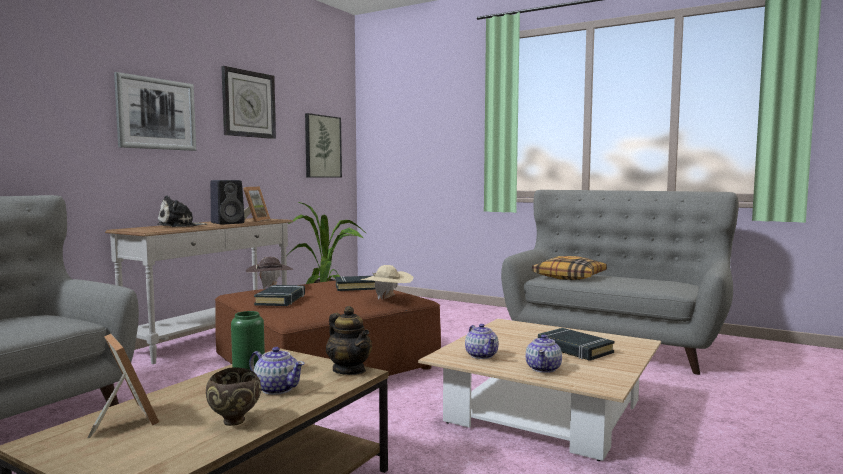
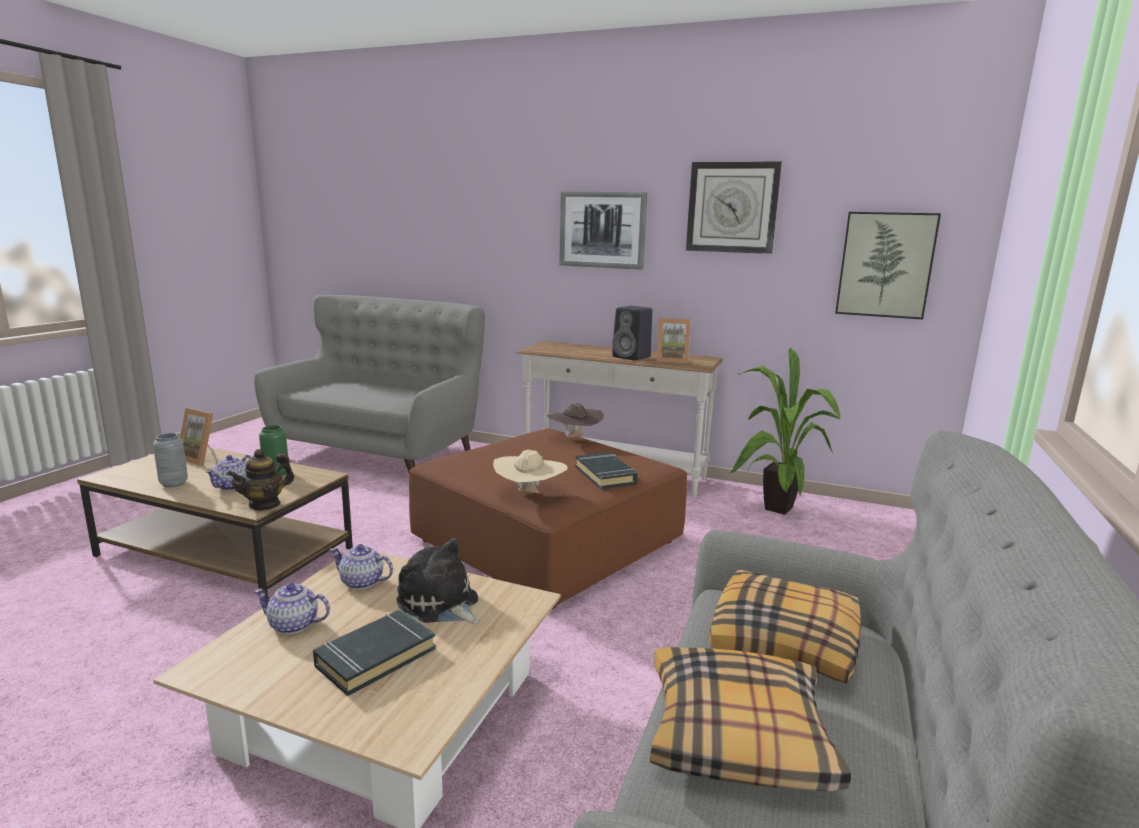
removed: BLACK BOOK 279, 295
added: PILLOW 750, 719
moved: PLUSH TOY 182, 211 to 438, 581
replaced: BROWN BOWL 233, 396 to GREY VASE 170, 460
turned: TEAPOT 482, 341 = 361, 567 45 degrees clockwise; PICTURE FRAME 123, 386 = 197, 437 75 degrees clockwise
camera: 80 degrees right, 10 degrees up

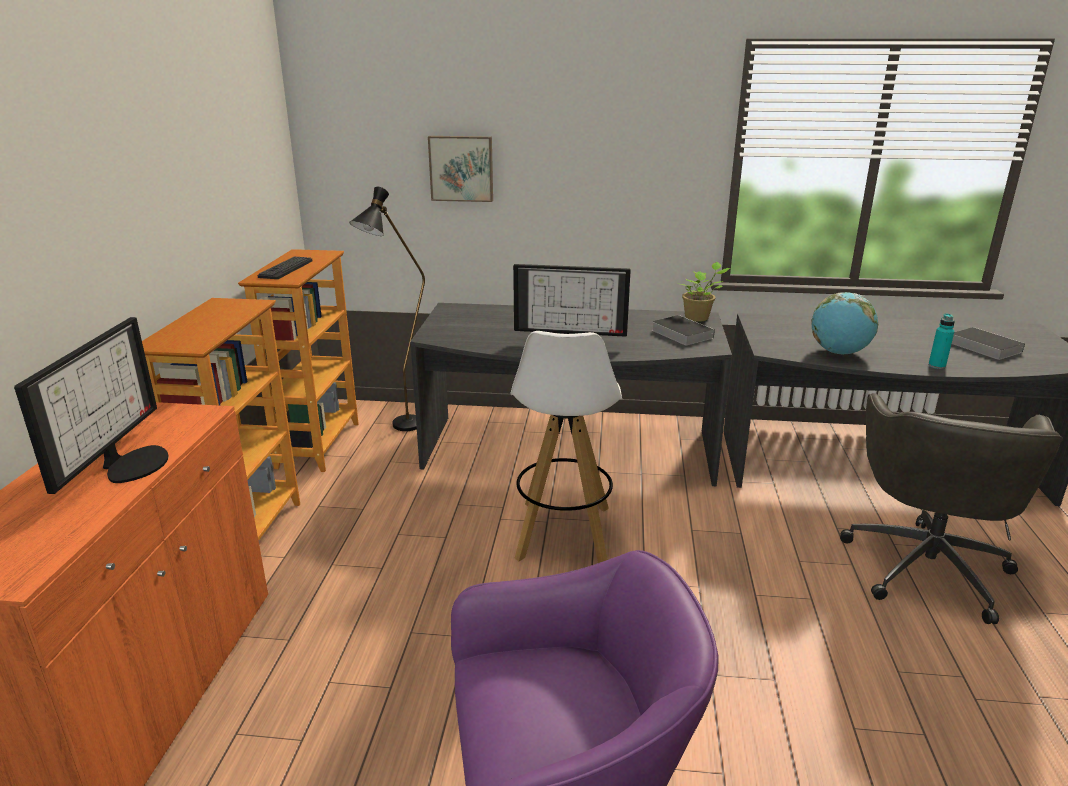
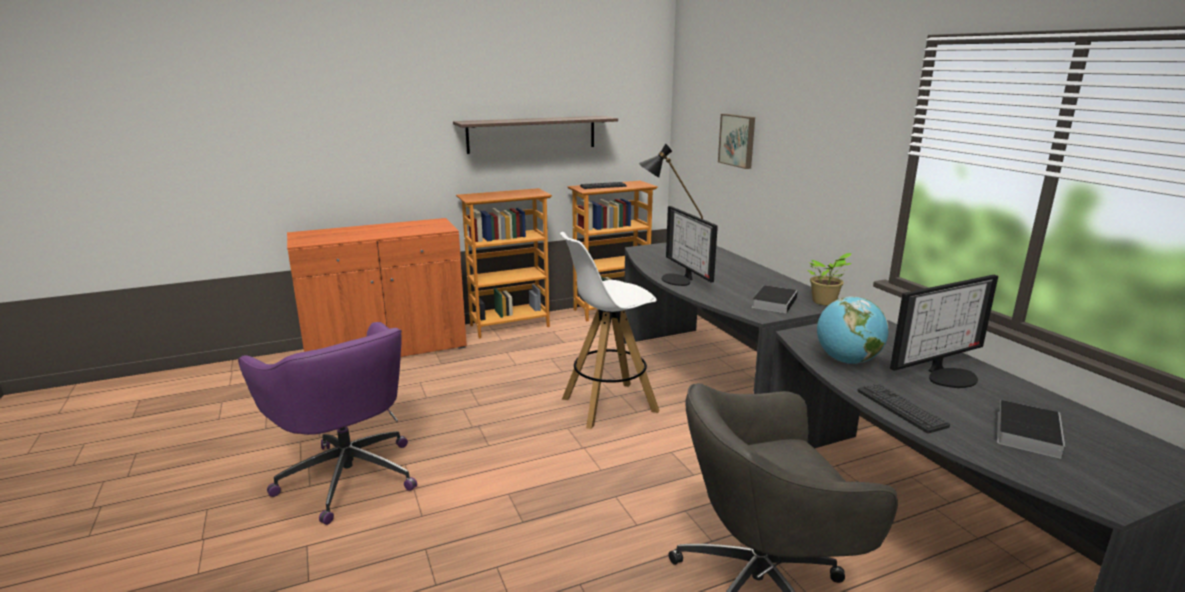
added: SHELF 535, 135
moved: MONITOR 91, 405 to 944, 331
replaced: TURQUOISE BOTTLE 941, 341 to KEYBOARD 903, 408
camera: 60 degrees right, 5 degrees down

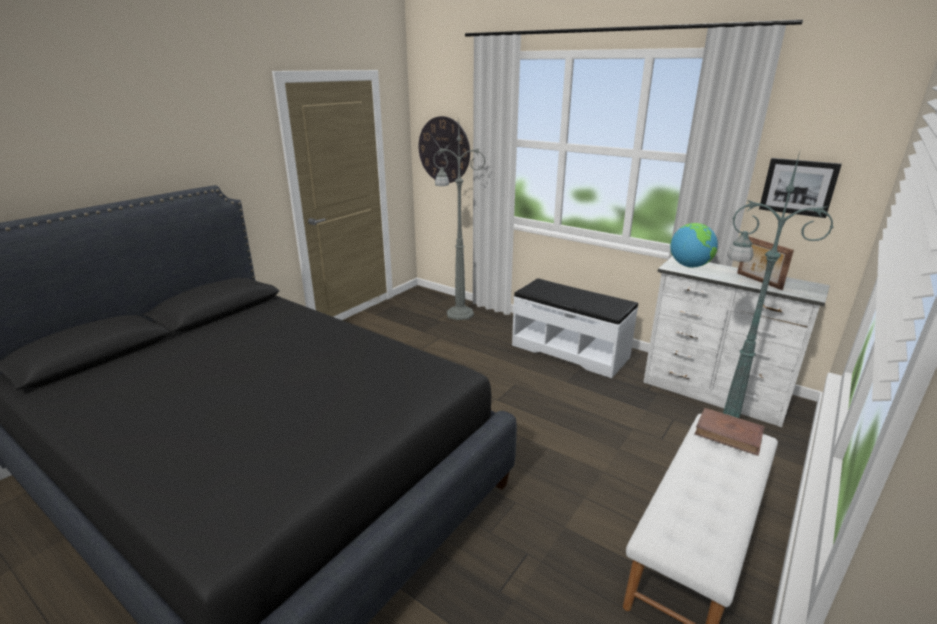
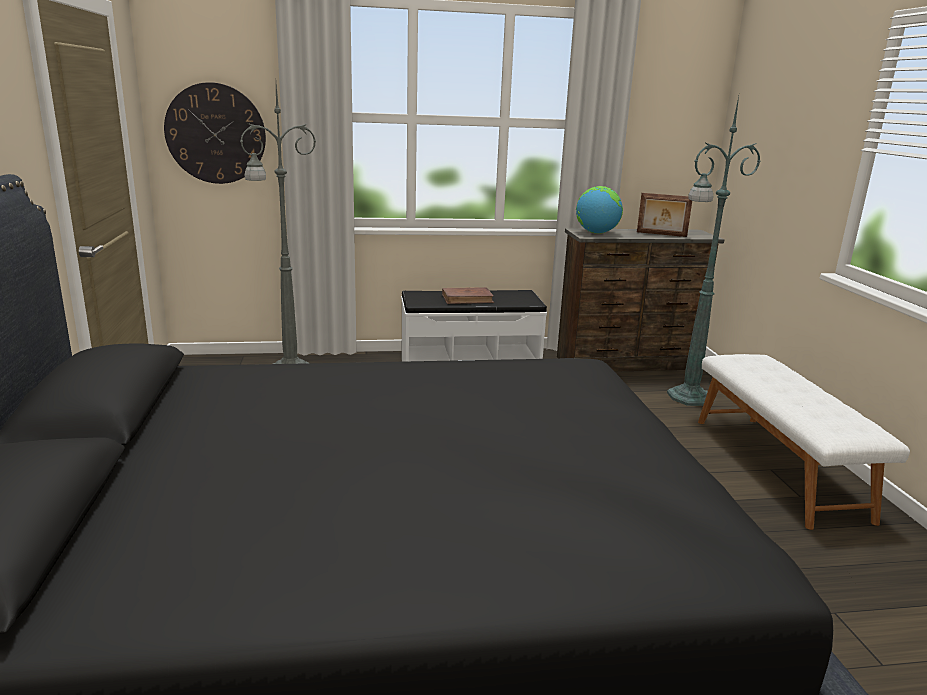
removed: PICTURE 800, 188
moved: BROWN BOOK 730, 432 to 468, 295
recoloured: WHITE DRESSER 736, 341 to BROWN DRESSER 640, 300
camera: 45 degrees left, 5 degrees down

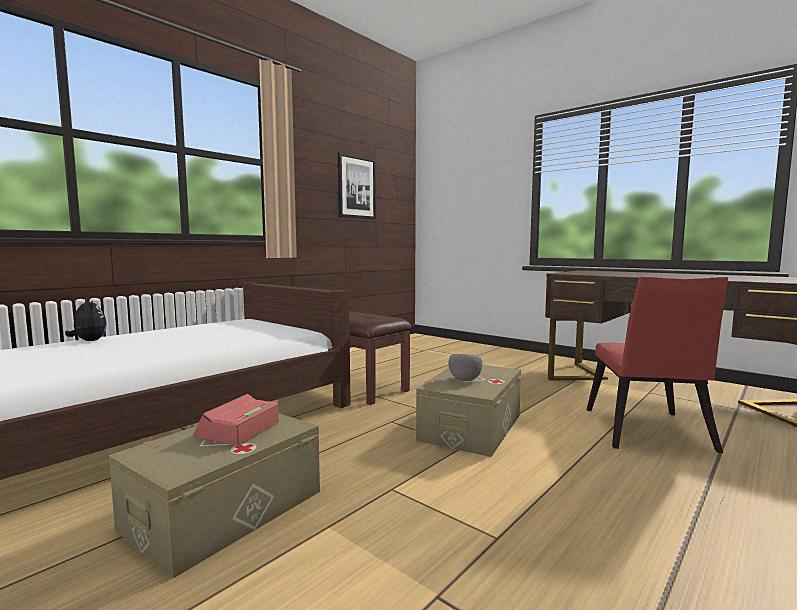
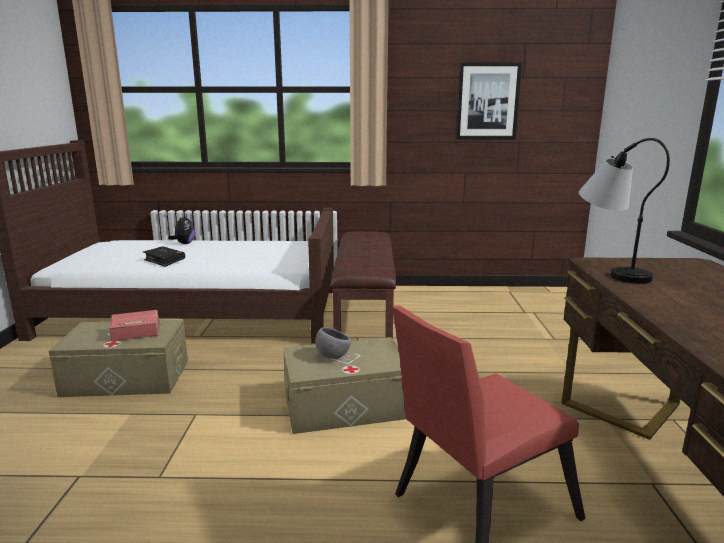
added: TABLE LAMP 624, 211; BLACK BOOK 164, 256
camera: 50 degrees right, 10 degrees up

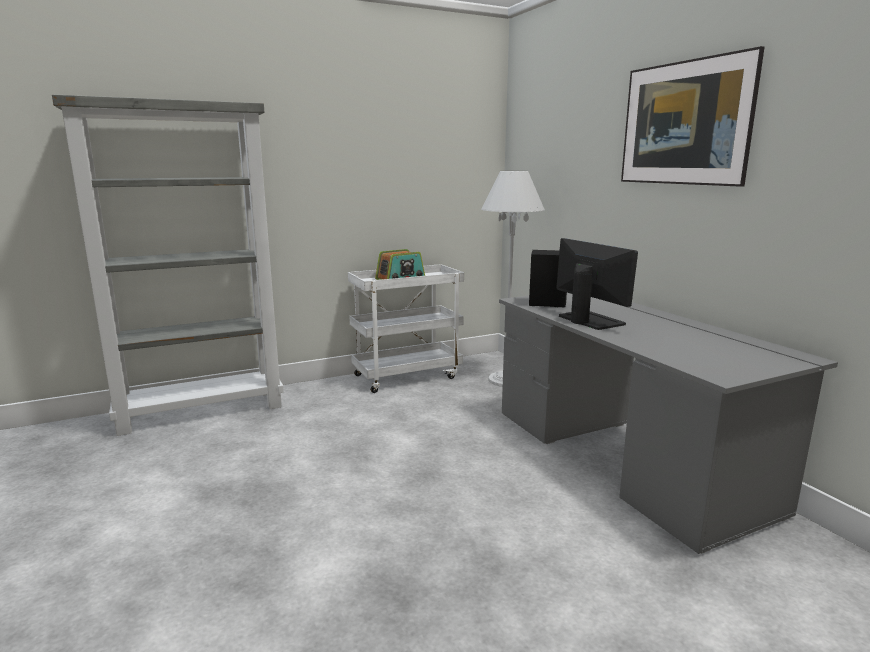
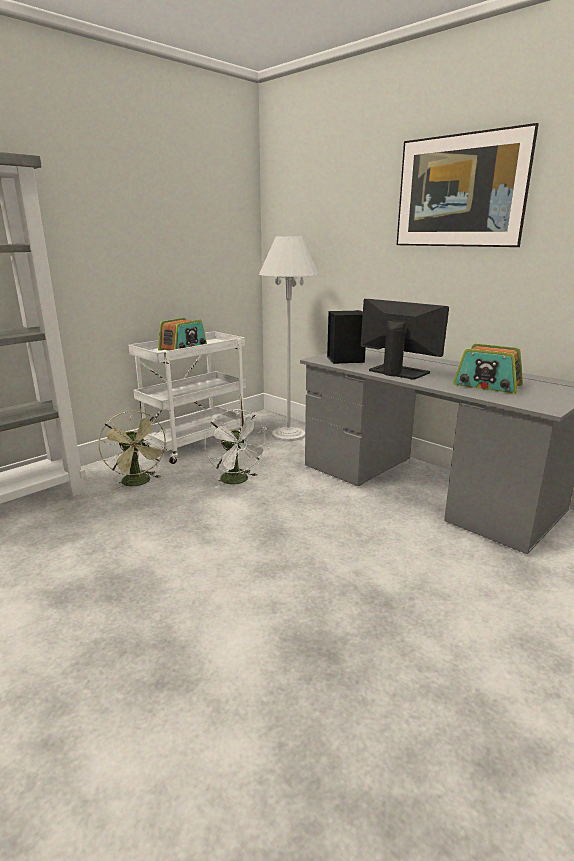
added: RADIO 488, 368; WHITE FAN 236, 448; GREEN FAN 132, 450
camera: 20 degrees left, 5 degrees up

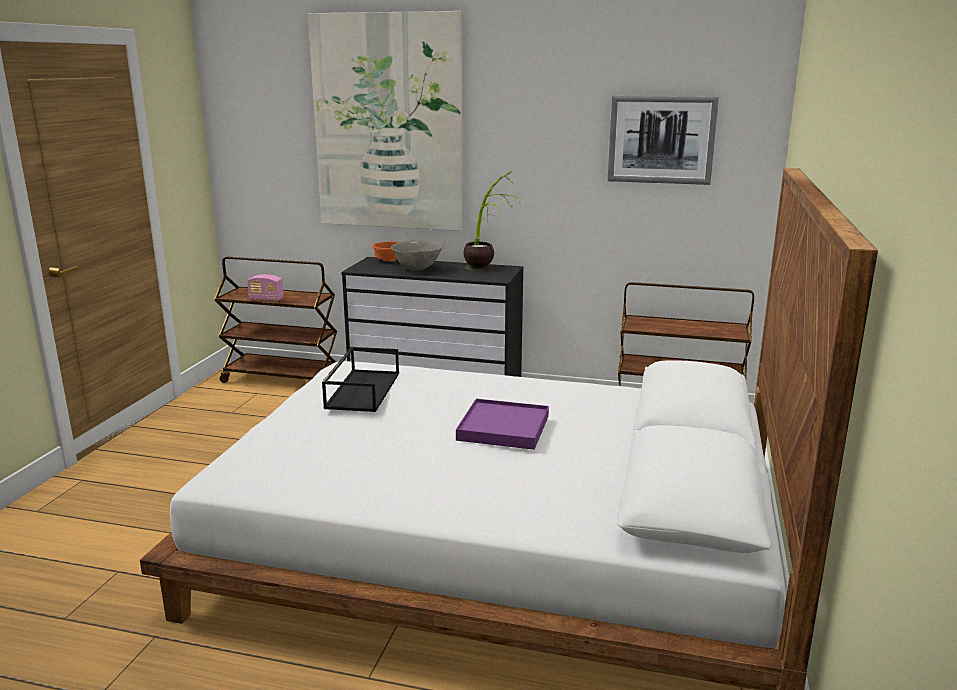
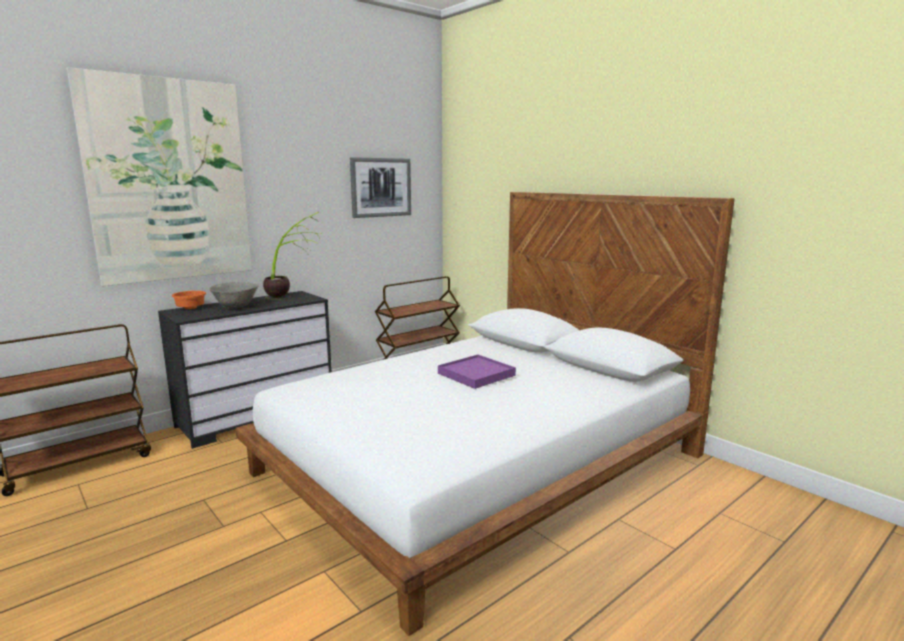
removed: RADIO 265, 287; BLACK TRAY 360, 379
camera: 55 degrees left, 5 degrees down

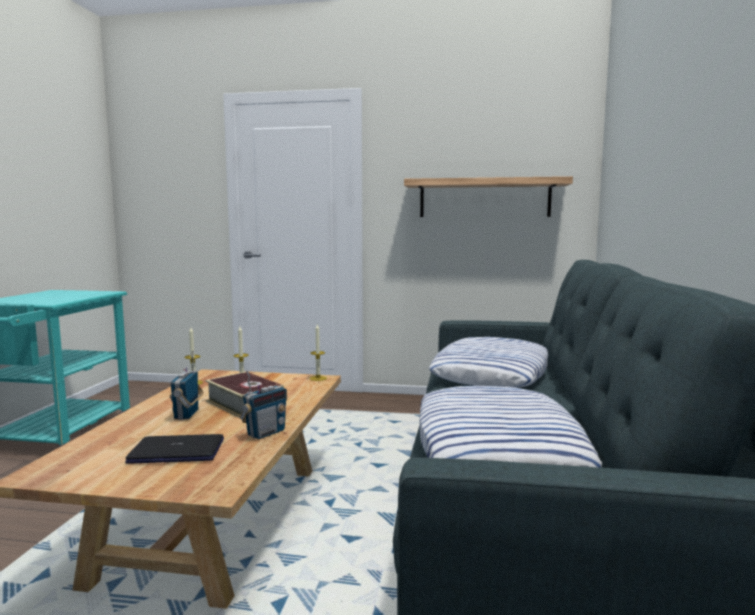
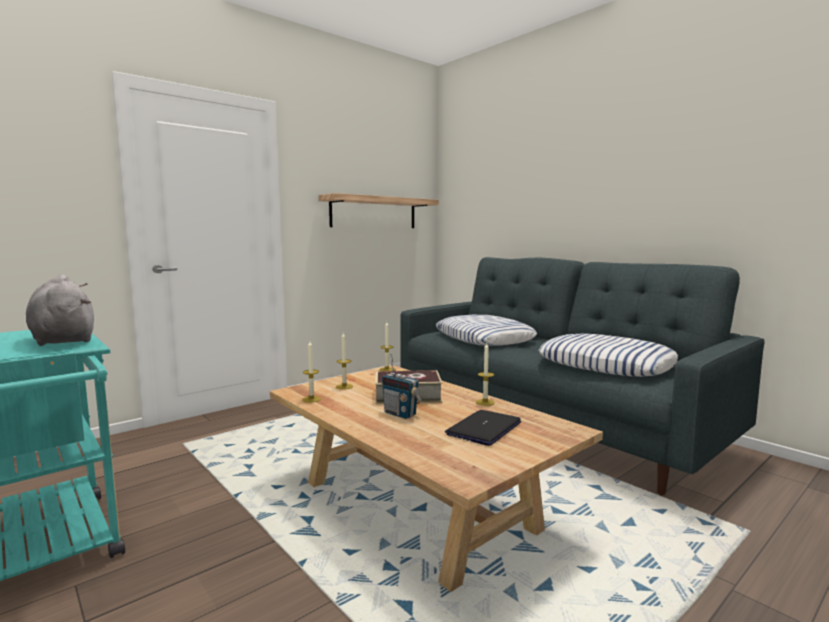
added: GREY PLUSH TOY 60, 310
replaced: RADIO 263, 404 to CANDLE 485, 374
camera: 50 degrees left, 0 degrees up

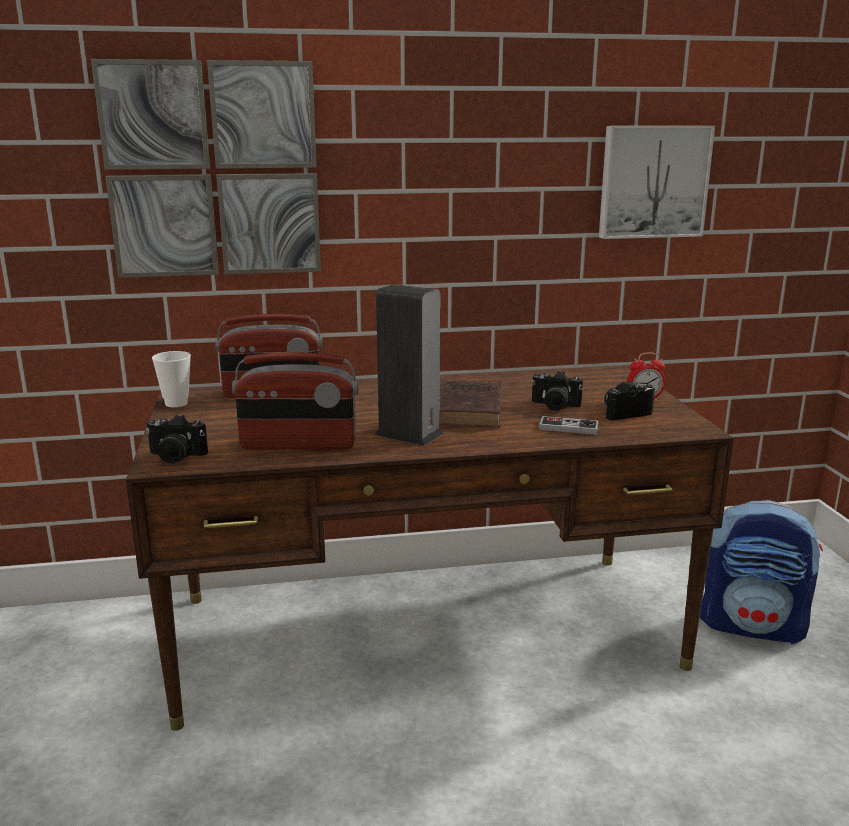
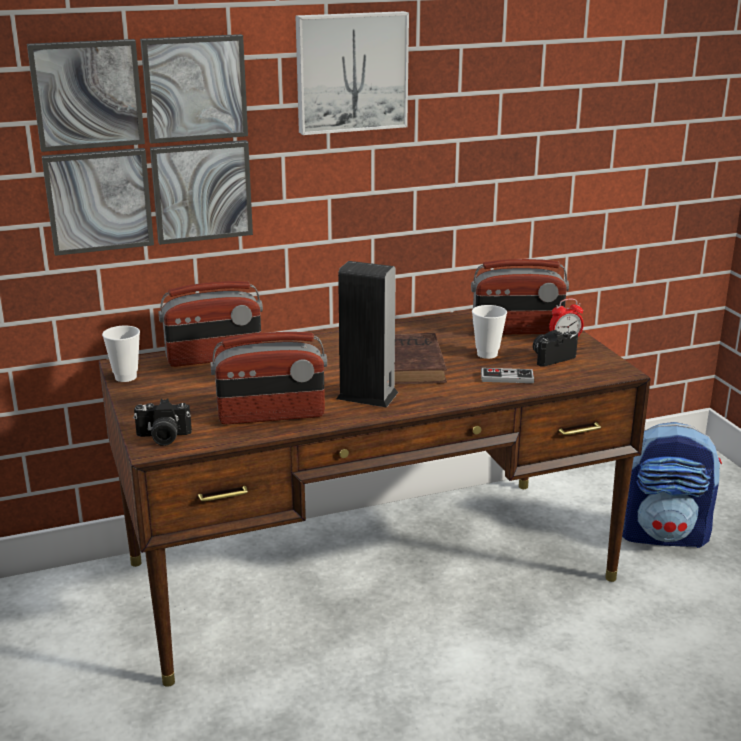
added: RADIO 520, 297
moved: PICTURE 657, 182 to 352, 73
replaced: PHOTO CAMERA 557, 391 to CUP 489, 332
camera: 10 degrees left, 5 degrees up

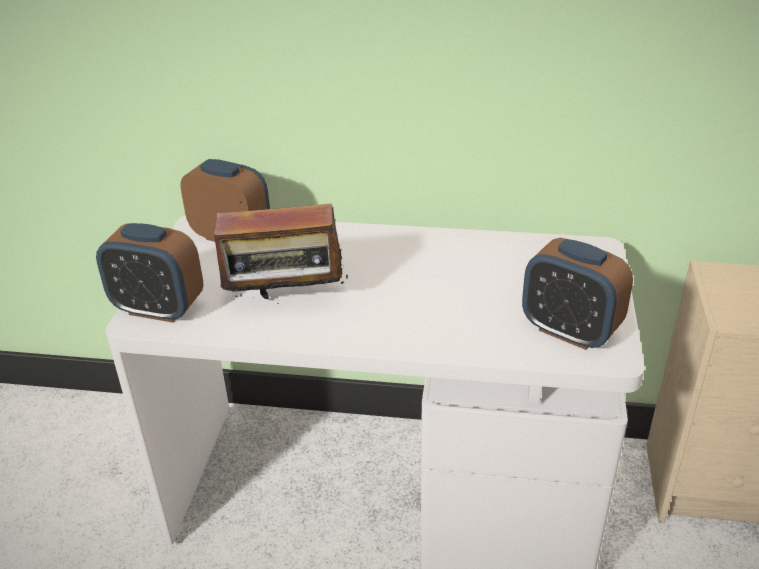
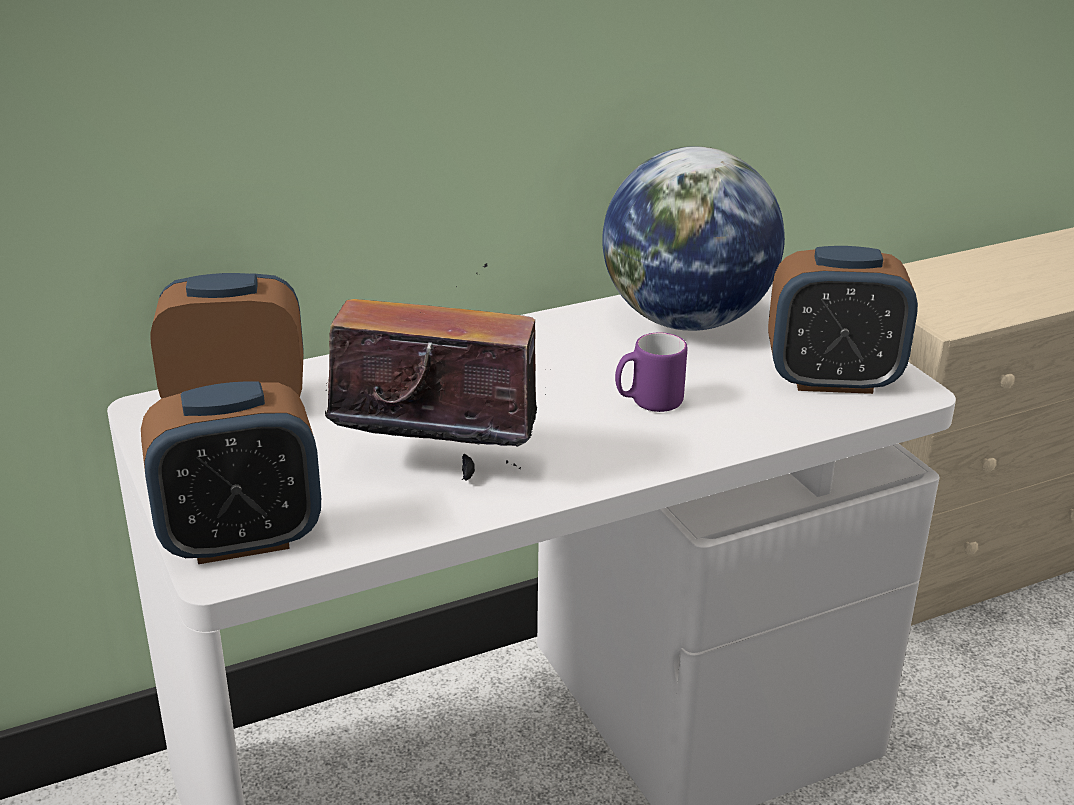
added: GLOBE 693, 238; PURPLE MUG 651, 372
turned: RADIO 277, 243 = 435, 371 135 degrees counterclockwise
camera: 35 degrees left, 5 degrees down

